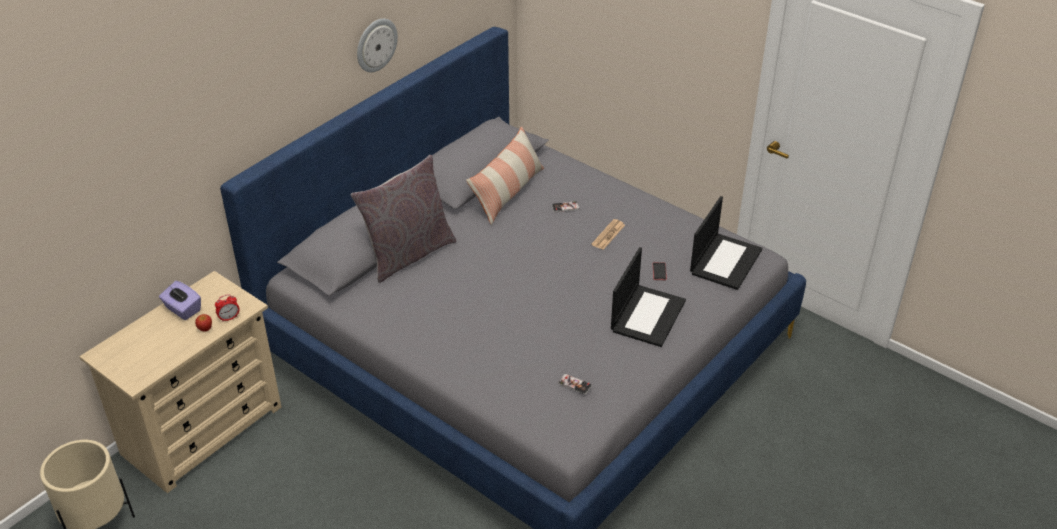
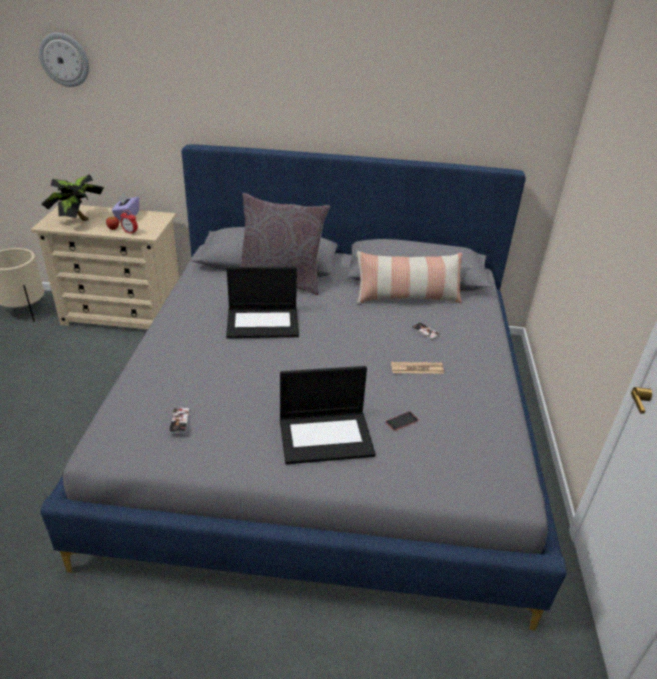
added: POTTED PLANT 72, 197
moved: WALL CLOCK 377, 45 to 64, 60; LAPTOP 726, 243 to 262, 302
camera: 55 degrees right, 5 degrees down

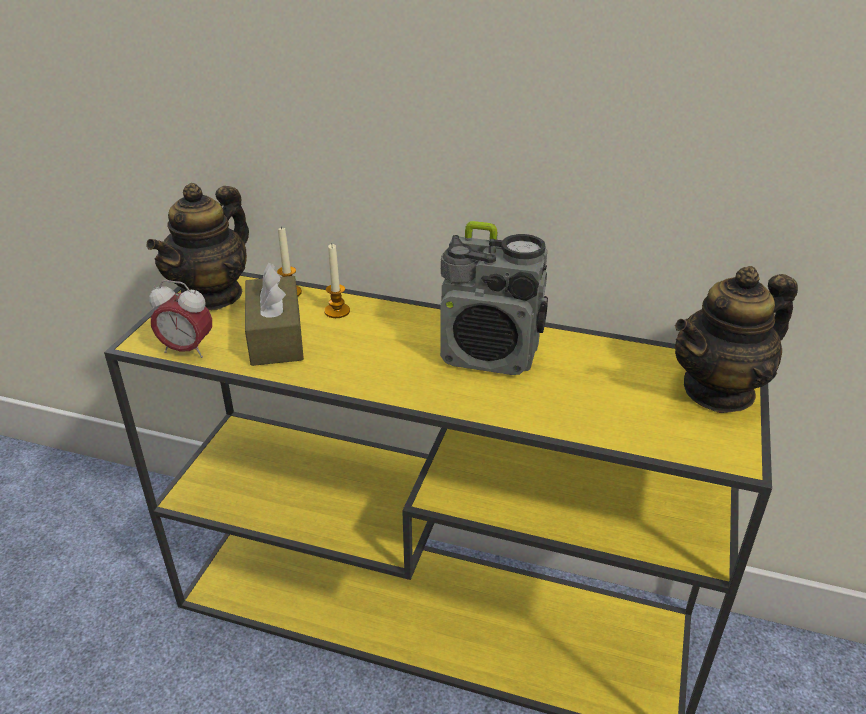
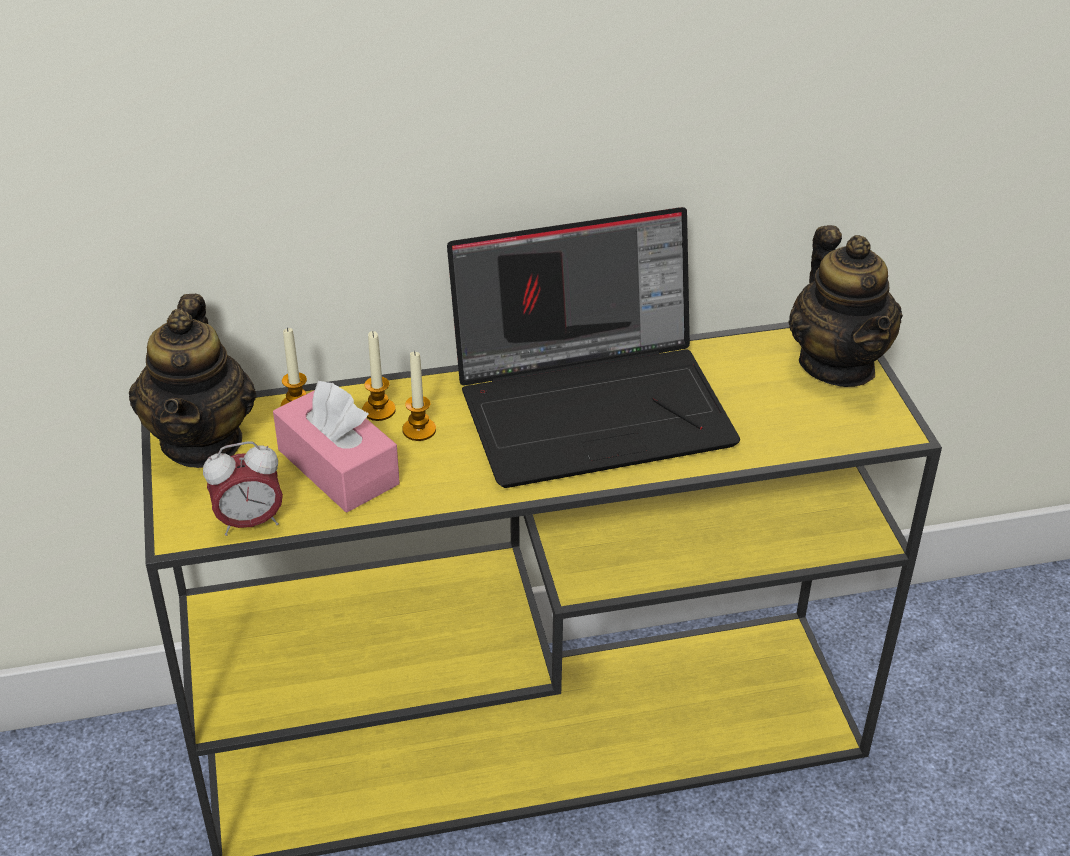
added: CANDLE 419, 396
replaced: RADIO 494, 298 to LAPTOP 593, 347
recoloured: BROWN TISSUE BOX 274, 314 to PINK TISSUE BOX 336, 447
turned: TEAPOT 736, 339 = 846, 306 45 degrees counterclockwise
camera: 30 degrees left, 5 degrees up

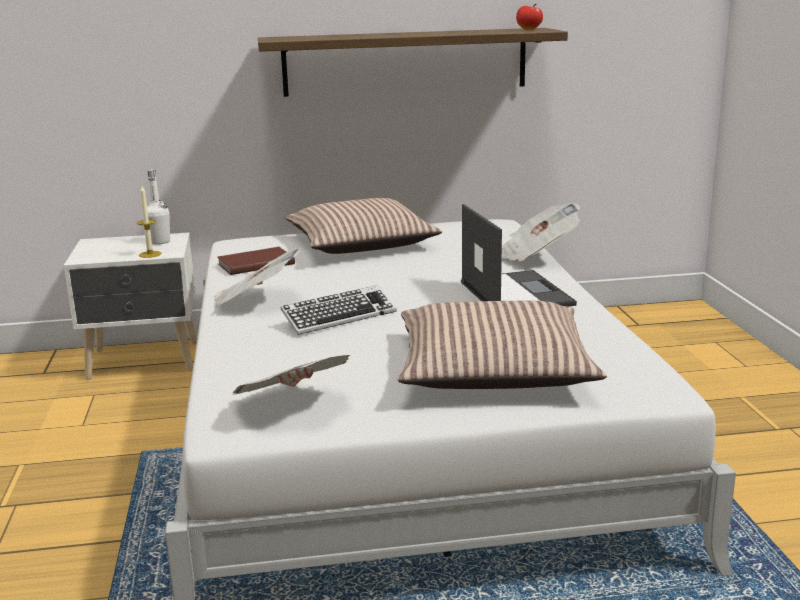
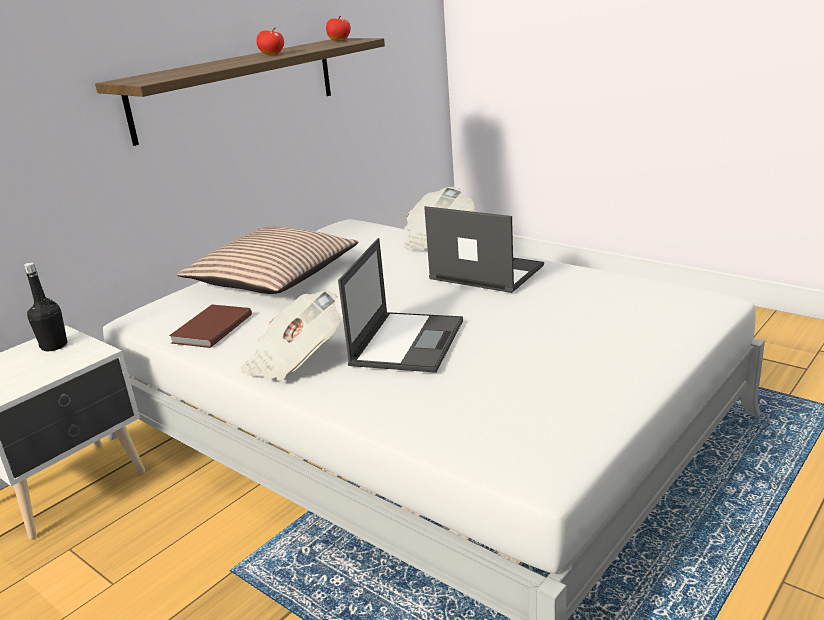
removed: CANDLE 149, 222; PILLOW 502, 345; NEWSPAPER 291, 375
added: APPLE 270, 41
replaced: KEYBOARD 339, 310 to LAPTOP 400, 305
recoloured: WHITE BOTTLE 158, 207 to BLACK BOTTLE 45, 306
camera: 40 degrees left, 5 degrees up

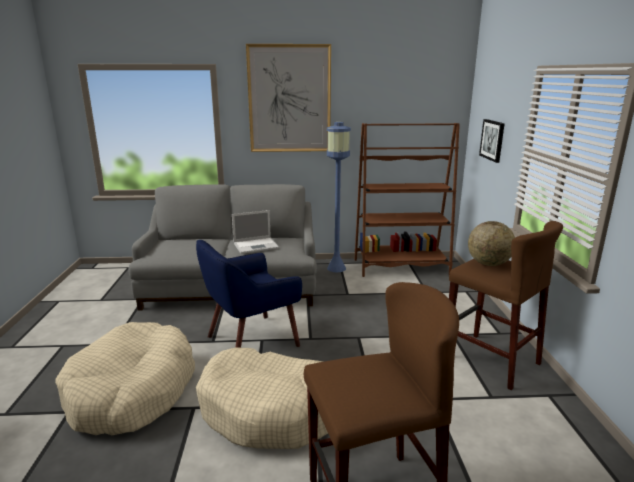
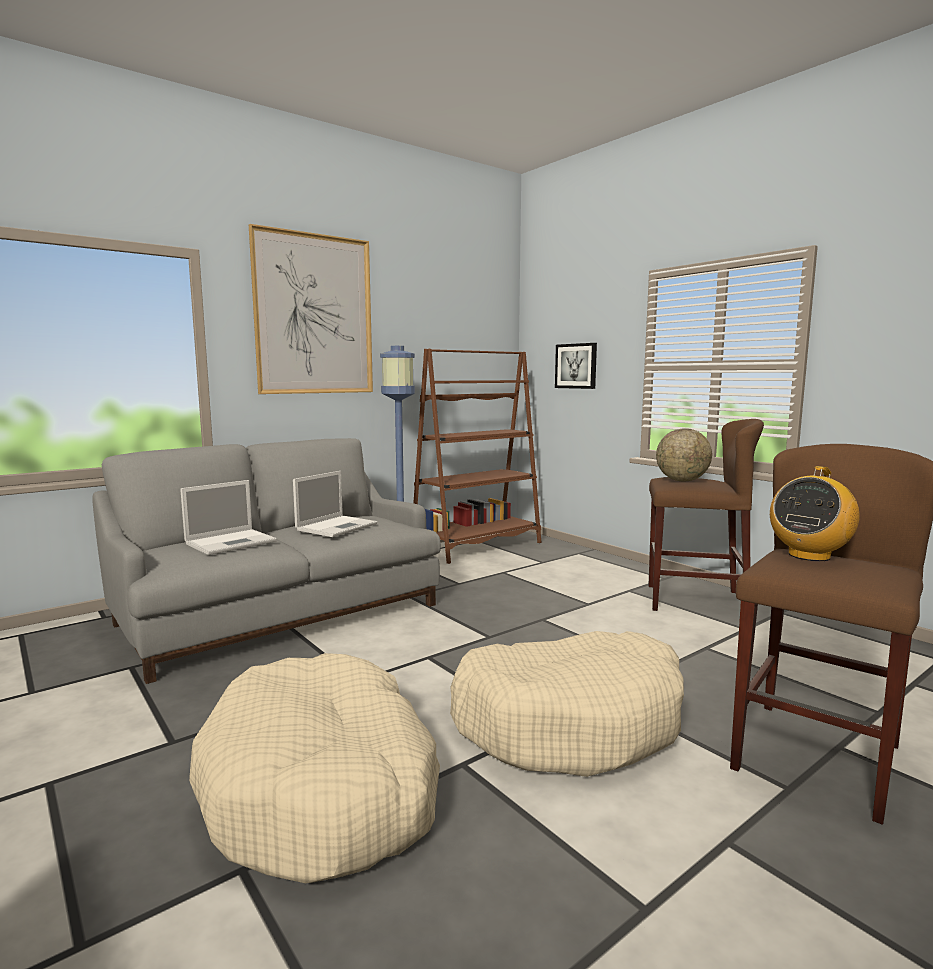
removed: BLUE ARMCHAIR 249, 294
added: RADIO 815, 513; LAPTOP 228, 517
camera: 35 degrees left, 10 degrees down

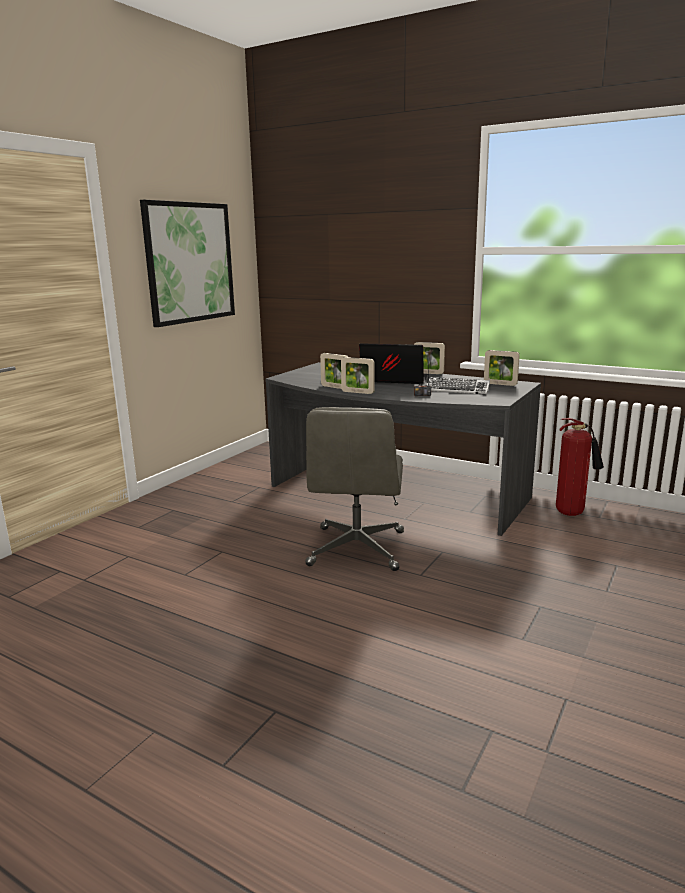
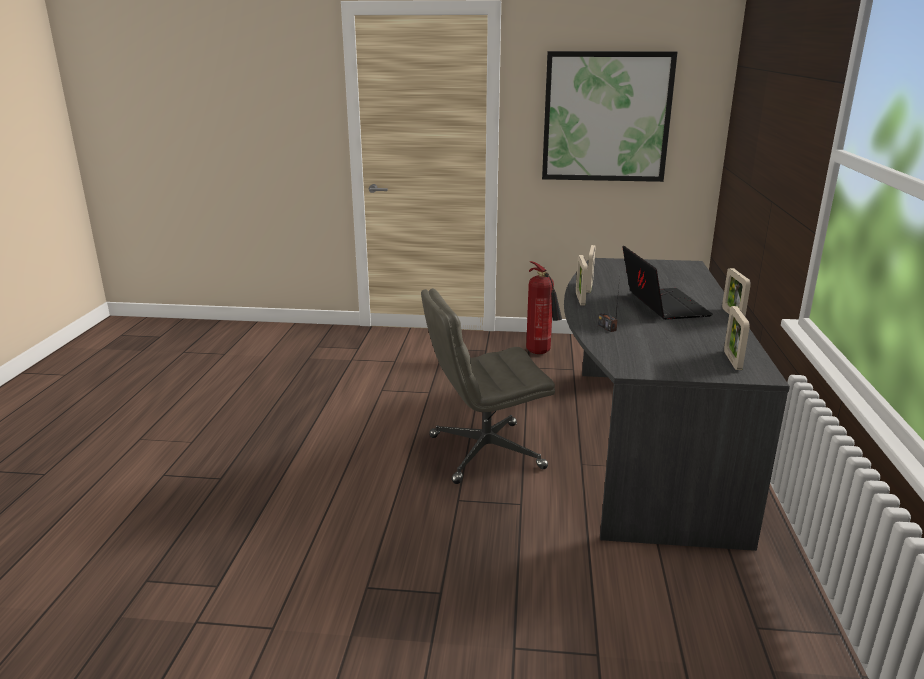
removed: KEYBOARD 458, 386
moved: FIRE EXTINGUISHER 580, 467 to 544, 307
camera: 65 degrees right, 5 degrees up

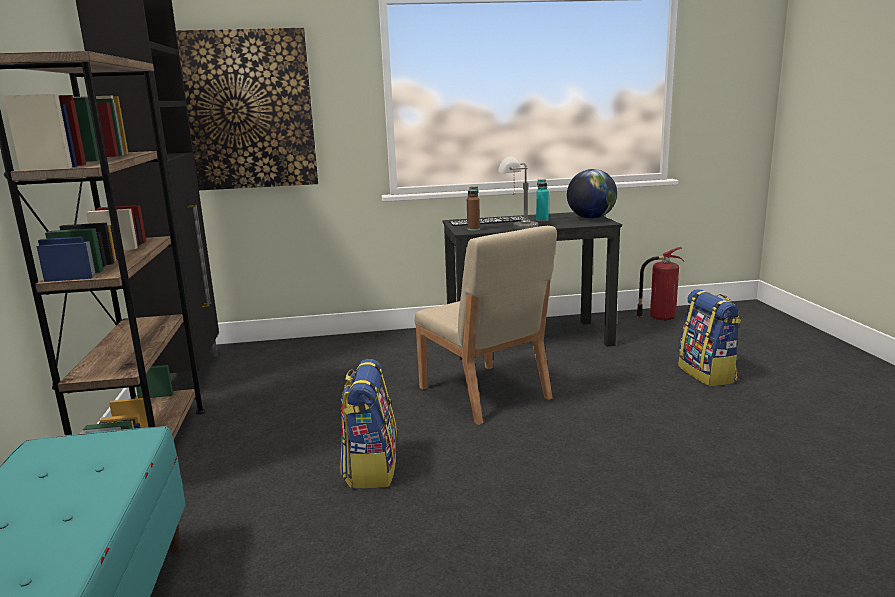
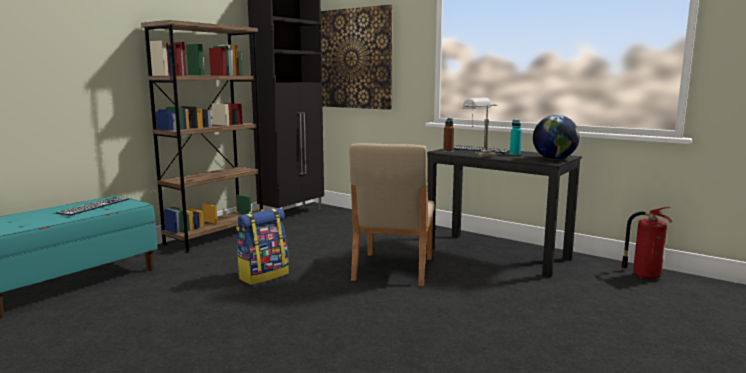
removed: BACKPACK 709, 337
added: KEYBOARD 92, 206
camera: 45 degrees right, 5 degrees down

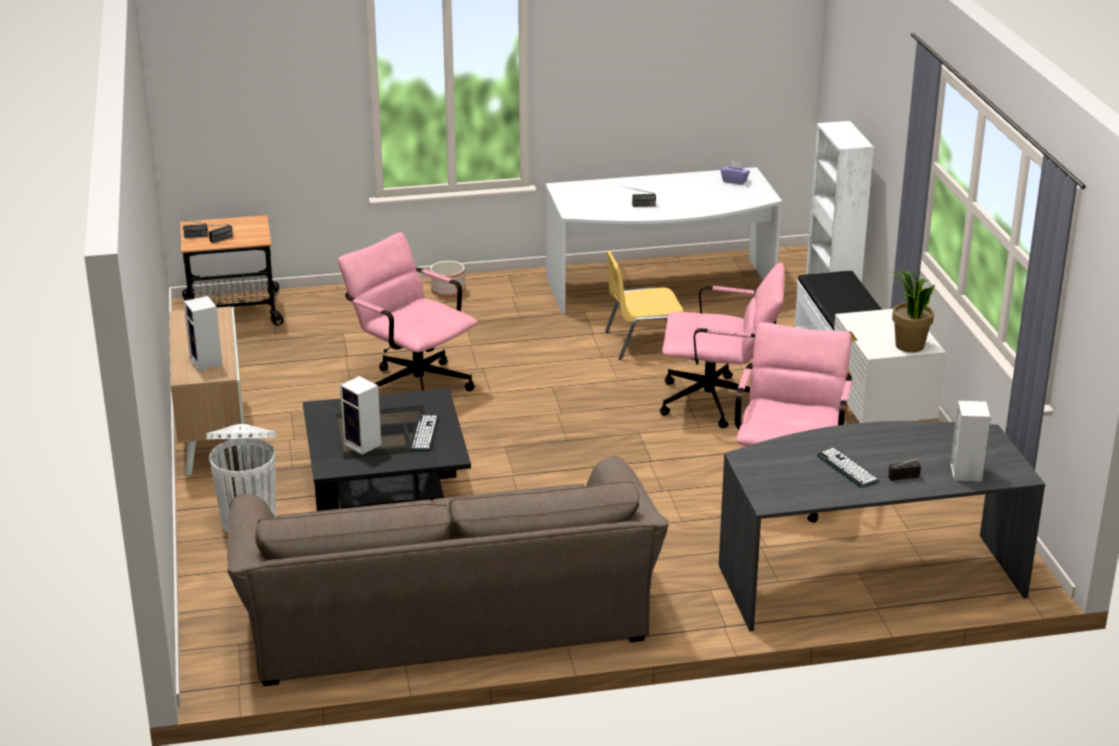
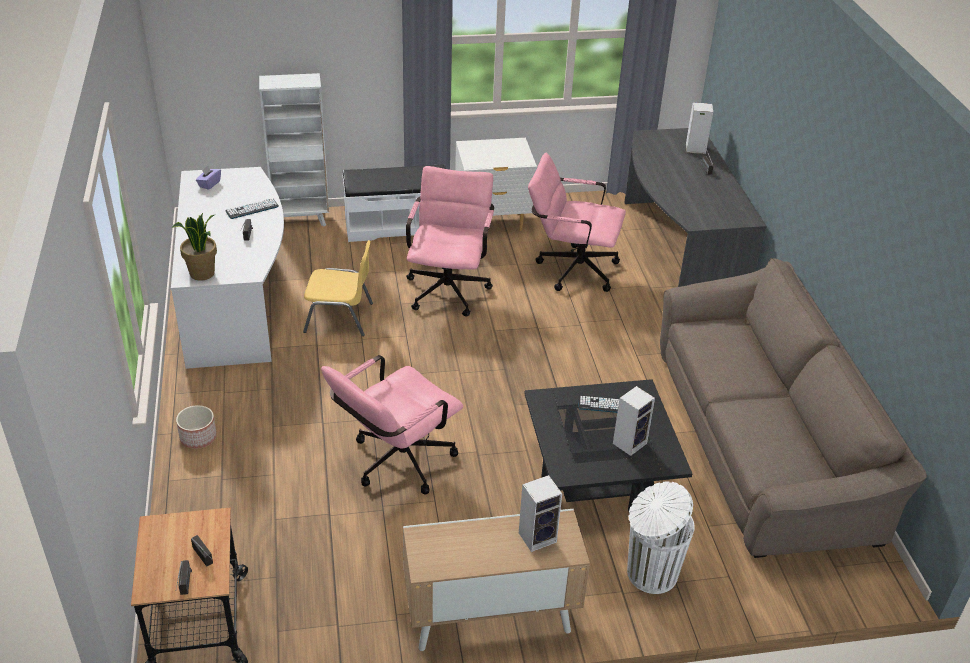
moved: POTTED PLANT 913, 312 to 194, 247; KEYBOARD 848, 468 to 252, 208
turned: YELLOW CHAIR 644, 305 = 338, 288 75 degrees counterclockwise
camera: 90 degrees left, 10 degrees up

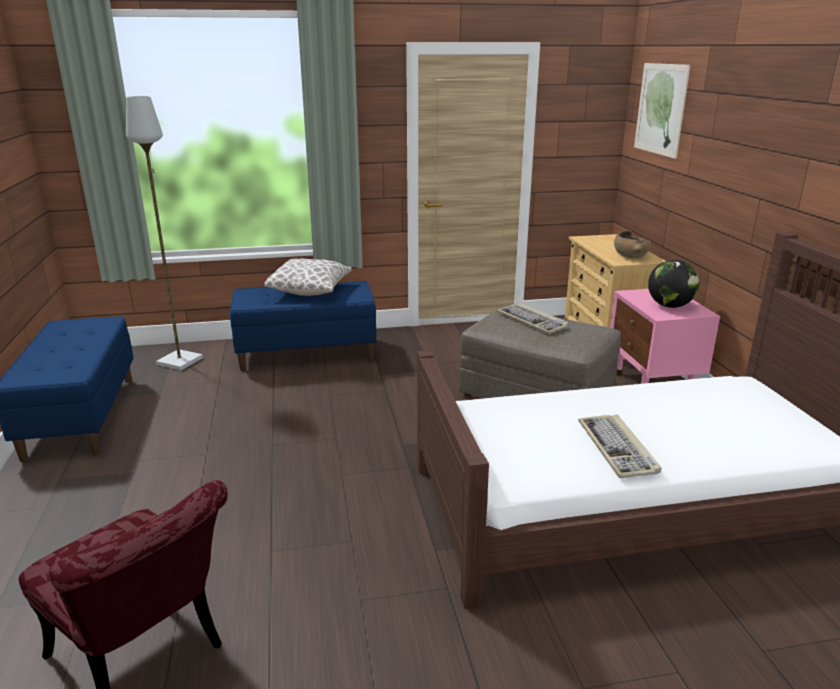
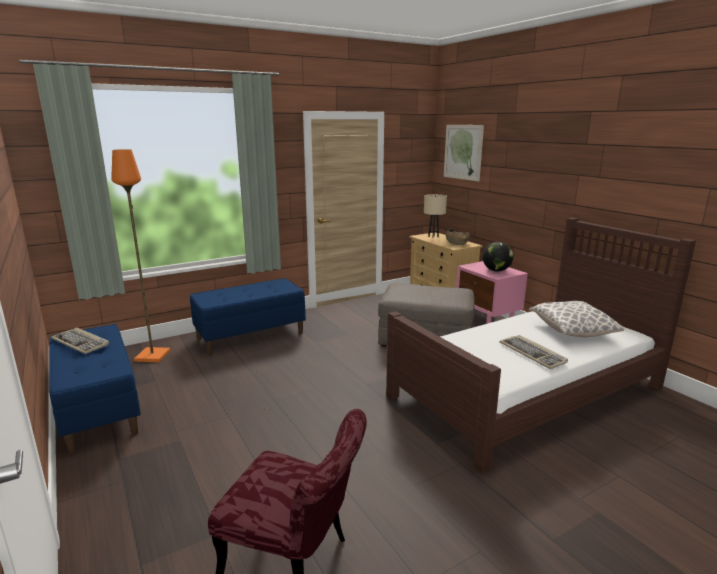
added: BEIGE TABLE LAMP 435, 216
moved: PILLOW 307, 277 to 576, 319; KEYBOARD 533, 318 to 80, 340
recoloured: GREY FLOOR LAMP 164, 233 to ORANGE FLOOR LAMP 140, 255
camera: 20 degrees left, 5 degrees down

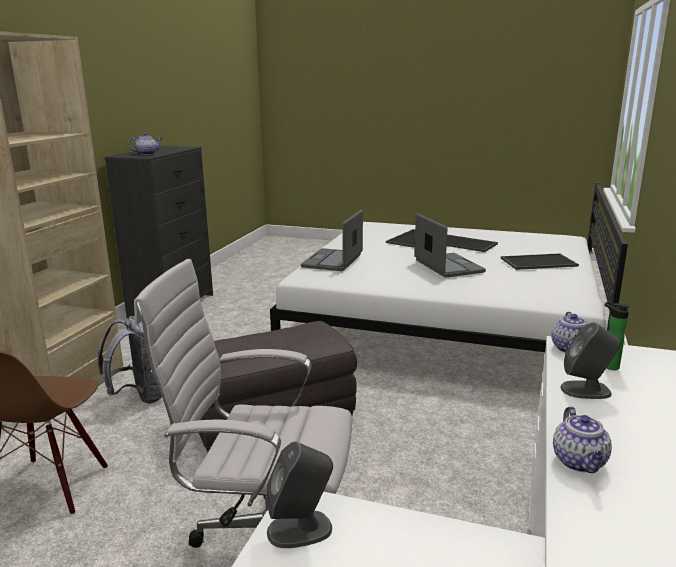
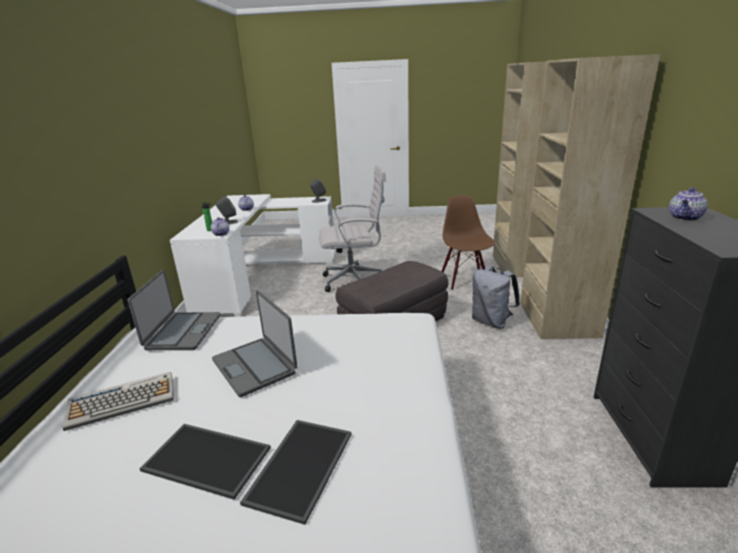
moved: LAPTOP 332, 240 to 174, 310
replaced: TRAY 540, 261 to KEYBOARD 118, 401
camera: 165 degrees right, 5 degrees up

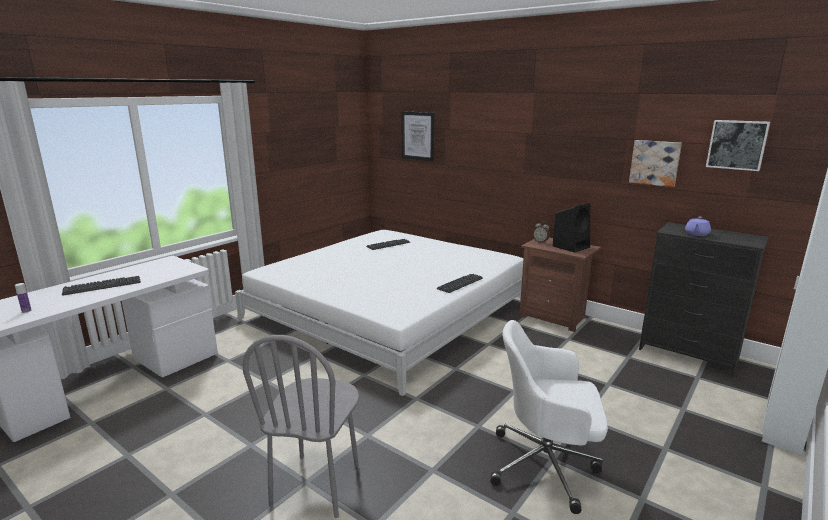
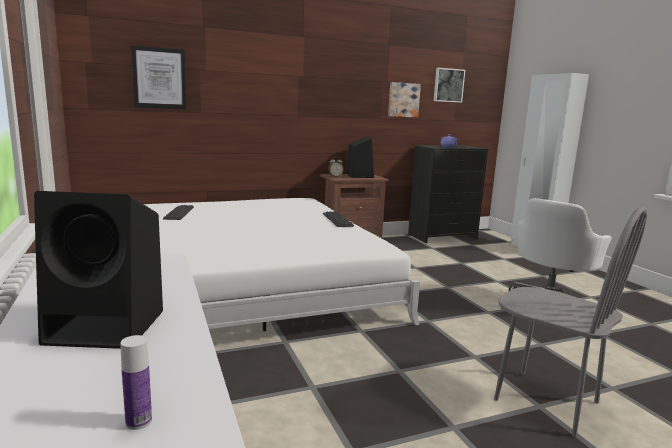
replaced: KEYBOARD 101, 285 to BLACK SPEAKER 98, 270
camera: 60 degrees left, 5 degrees down

